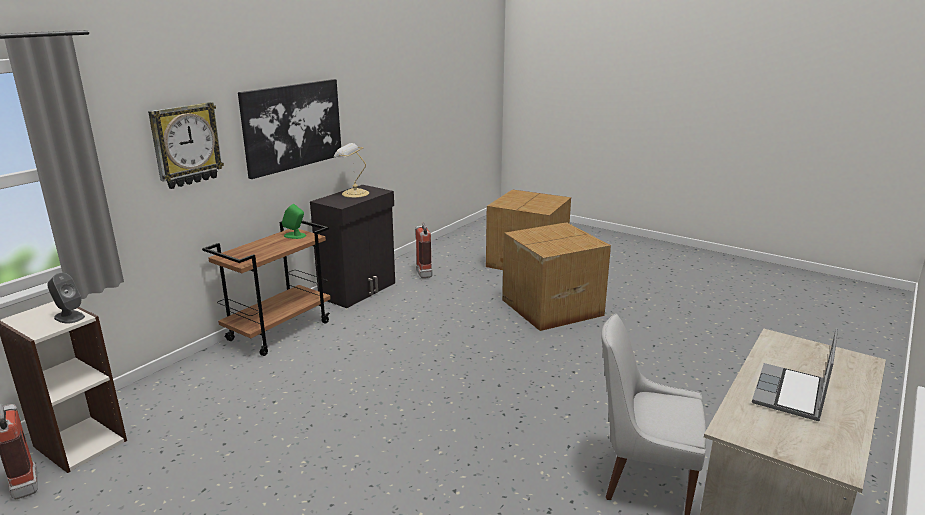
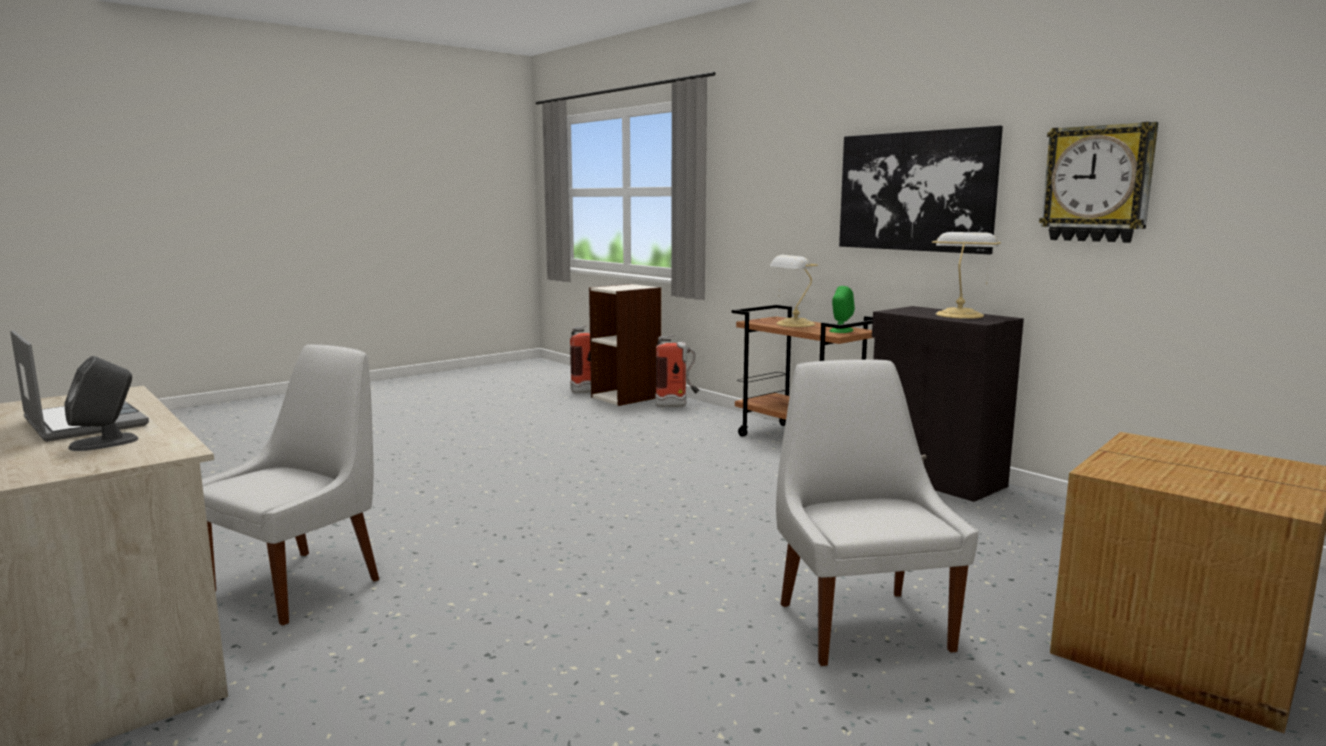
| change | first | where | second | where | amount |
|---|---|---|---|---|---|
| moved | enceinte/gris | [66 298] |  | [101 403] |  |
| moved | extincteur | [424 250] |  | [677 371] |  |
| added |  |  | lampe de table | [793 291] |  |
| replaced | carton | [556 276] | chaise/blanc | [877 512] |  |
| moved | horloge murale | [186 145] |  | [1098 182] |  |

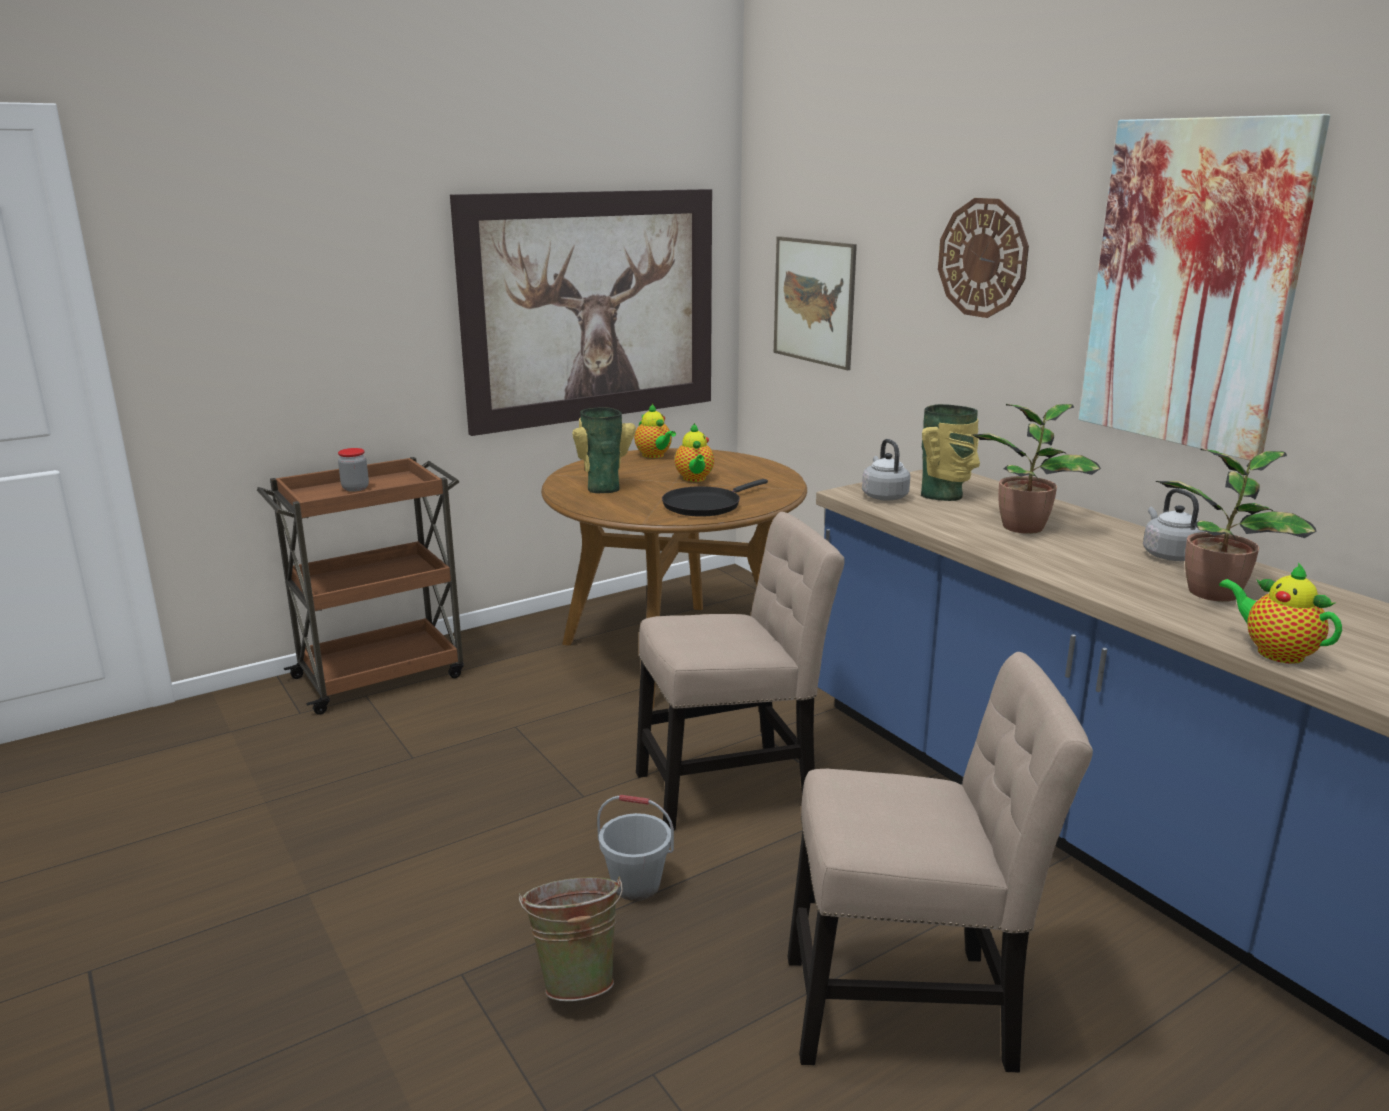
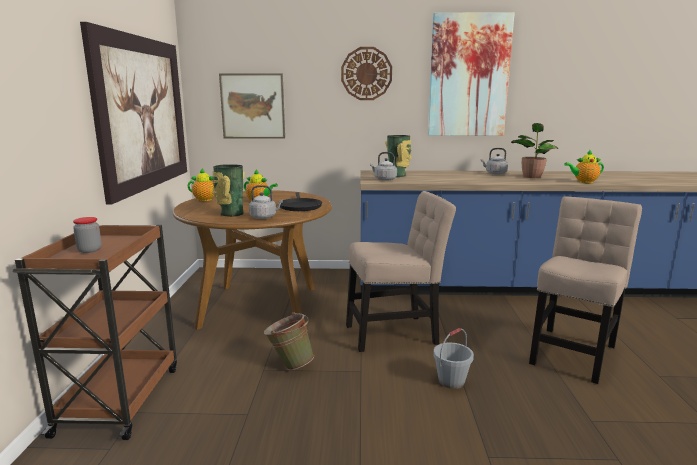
| change | first | where | second | where | amount |
|---|---|---|---|---|---|
| added |  |  | bouilloire/gris | [266 202] |  |
| moved | seau/vert | [571 938] |  | [289 341] |  |
| turned | chaise/beige | [740 671] |  | [401 271] | 60 degrees clockwise |
| removed | plante en pot | [1036 469] |  |  |  |

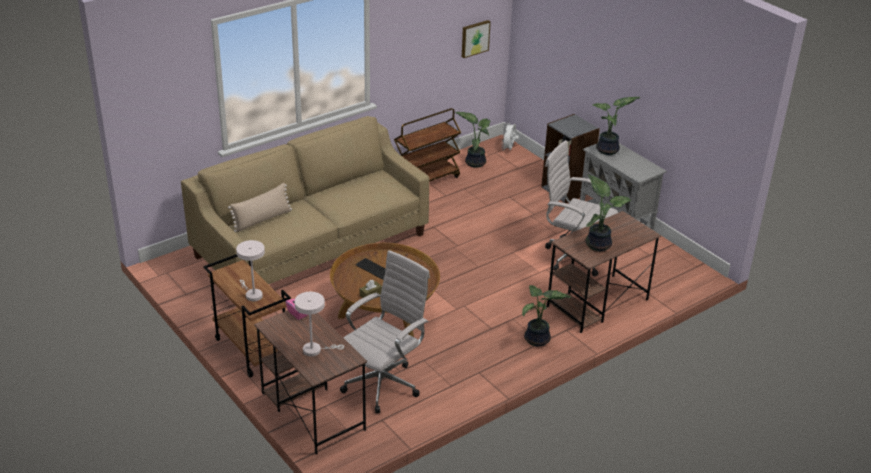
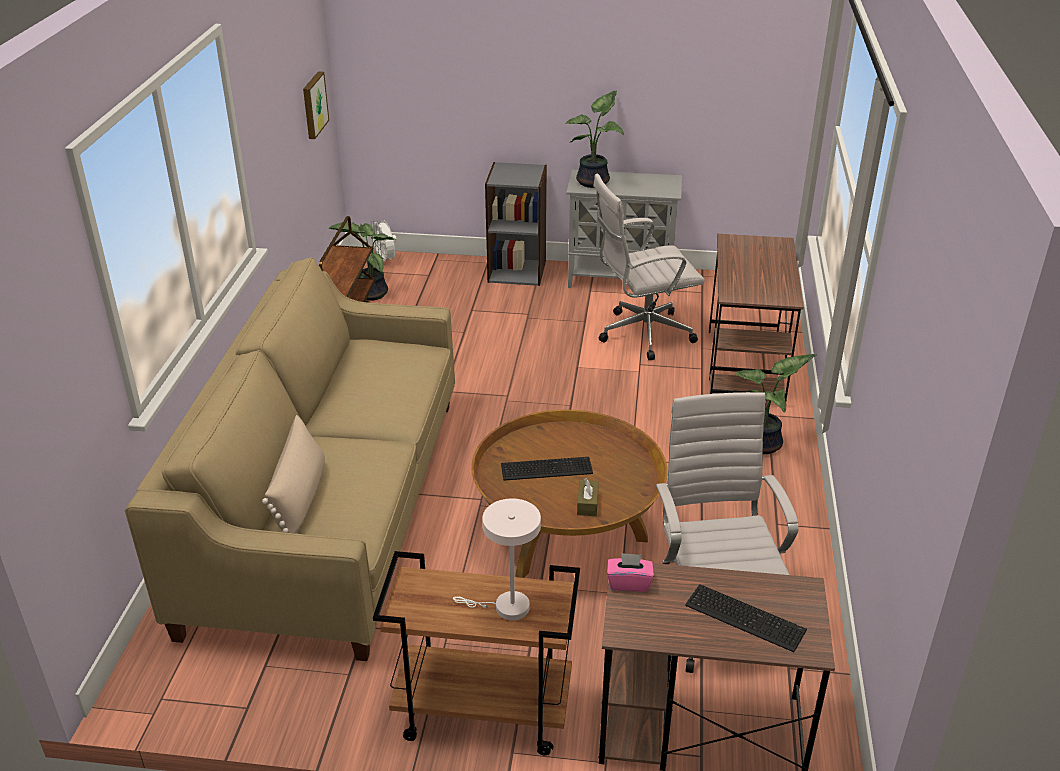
| change | first | where | second | where | amount |
|---|---|---|---|---|---|
| replaced | lampe de table/blanc | [319 324] | clavier | [746 618] |  |
| removed | plante en pot | [608 213] |  |  |  |

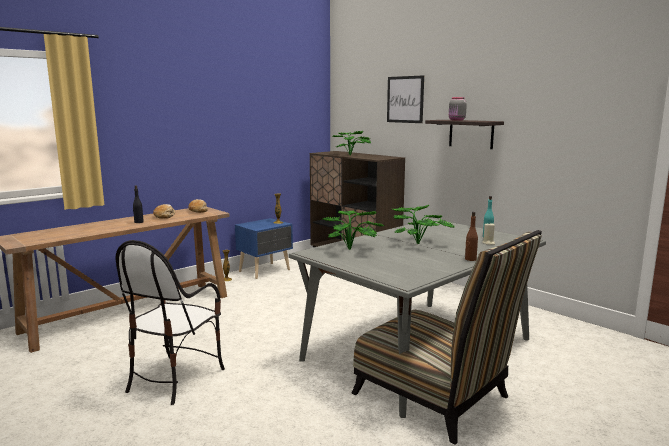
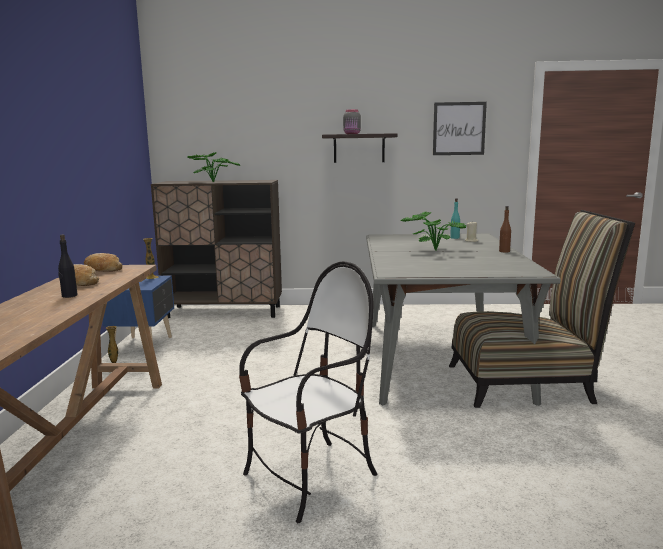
| change | first | where | second | where | amount |
|---|---|---|---|---|---|
| turned | chaise | [170 322] |  | [308 392] | 105 degrees counterclockwise |
| moved | tableau | [405 99] |  | [460 128] |  |
| removed | plante en pot | [353 230] |  |  |  |

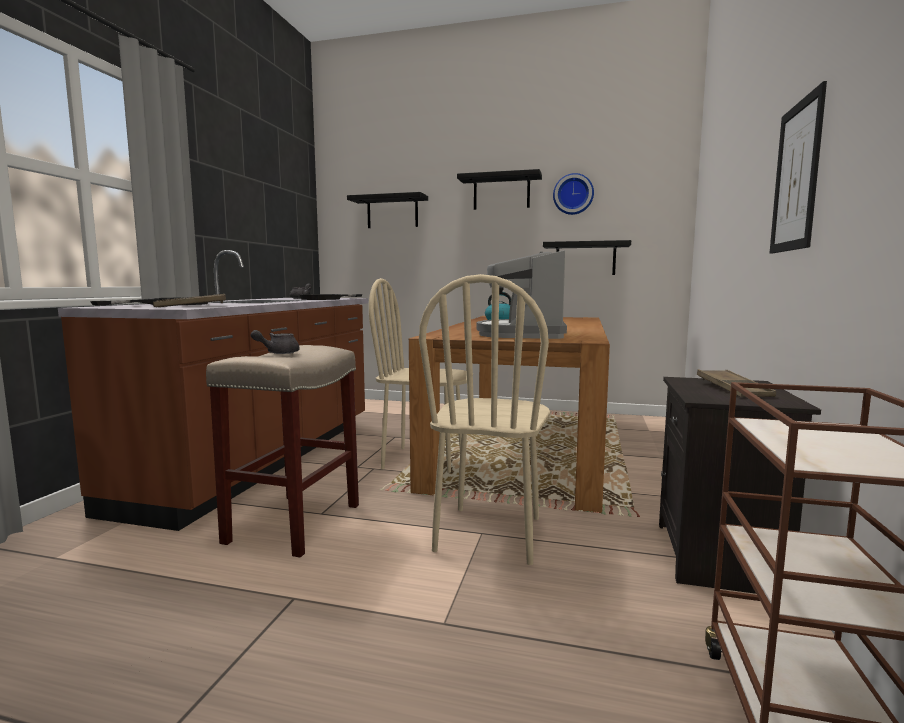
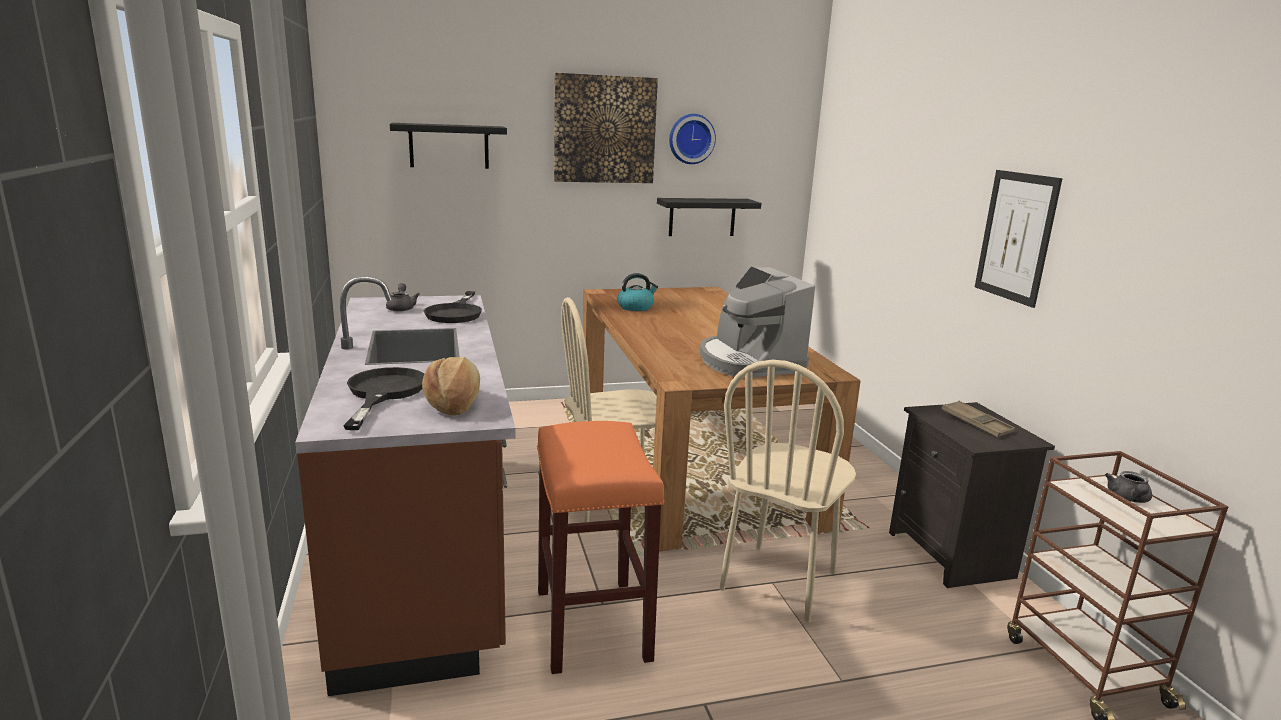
| change | first | where | second | where | amount |
|---|---|---|---|---|---|
| replaced | plateau/marron | [189 300] | pain | [451 386] |  |
| recoloured | tabouret/beige | [282 451] | tabouret/orange | [600 547] |  |
| replaced | étagère/noir | [499 189] | tableau | [606 128] |  |
| turned | chaise/beige | [484 419] |  | [788 491] | 45 degrees clockwise |
| moved | théière/gris | [275 342] |  | [1128 487] |  |

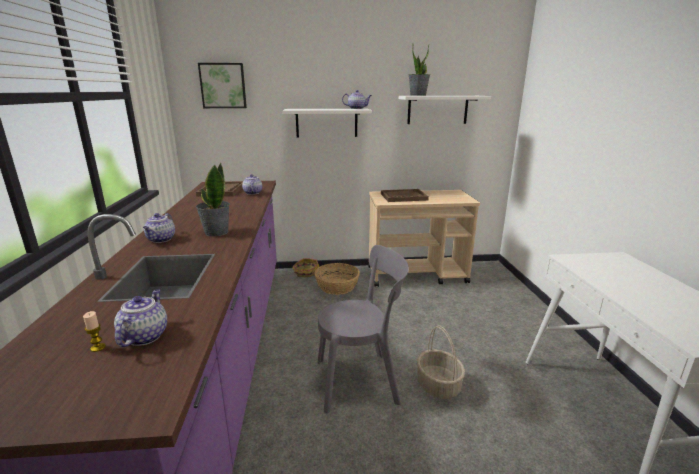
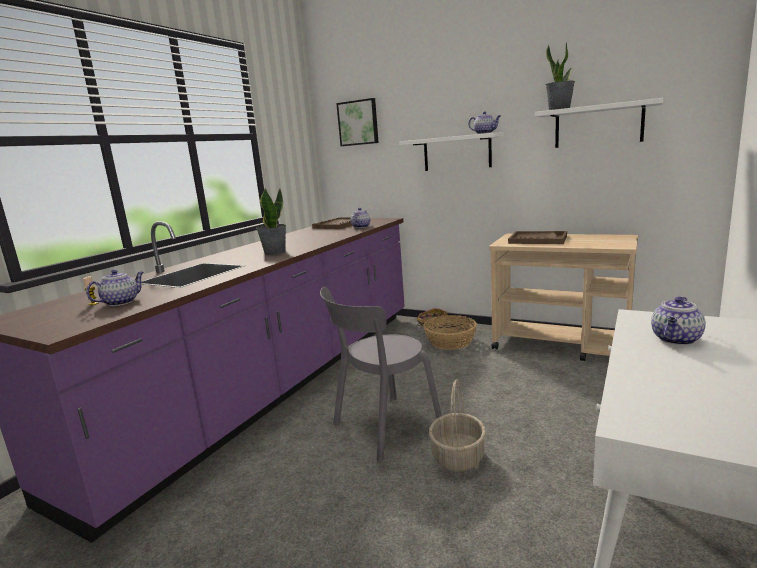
| change | first | where | second | where | amount |
|---|---|---|---|---|---|
| turned | chaise/gris | [363 329] |  | [381 374] | 120 degrees clockwise |
| moved | théière | [159 228] |  | [678 321] |  |

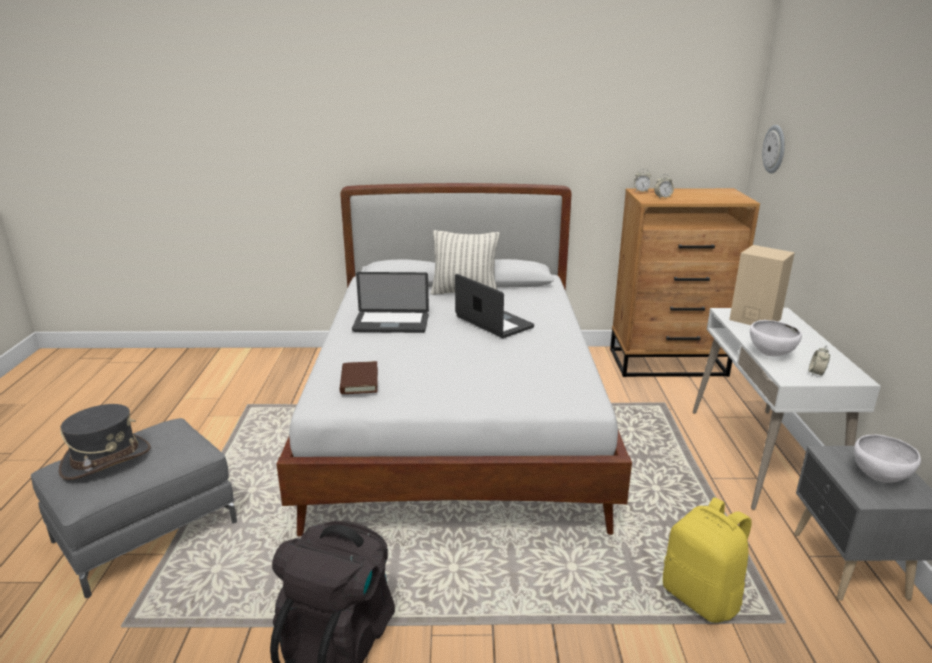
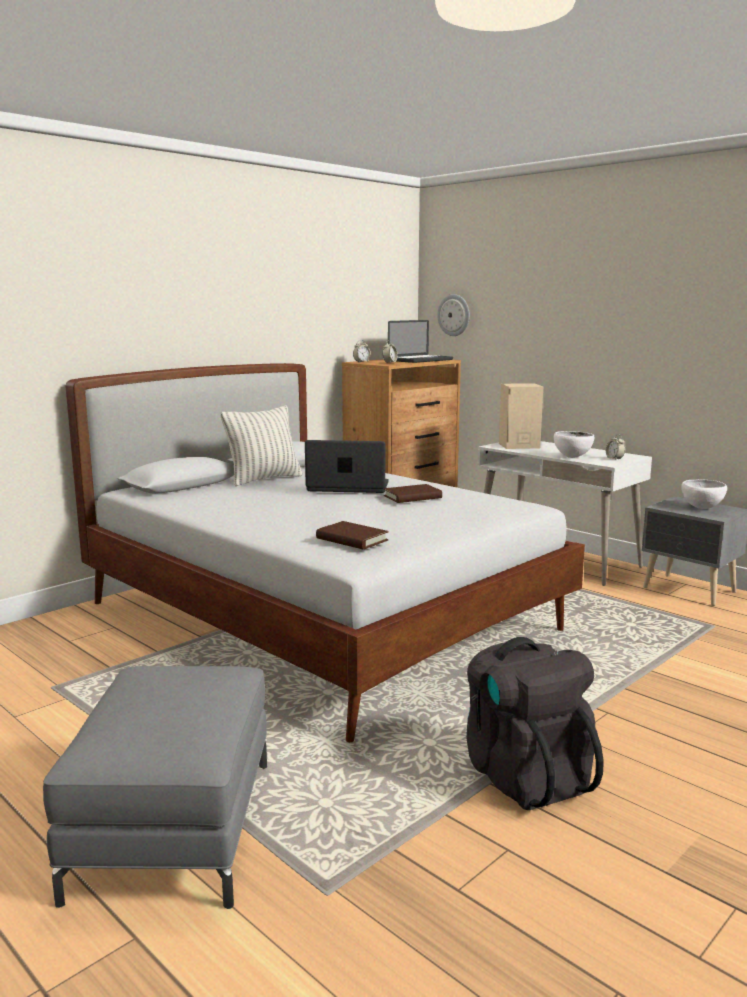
| change | first | where | second | where | amount |
|---|---|---|---|---|---|
| added |  |  | livre/marron | [413 493] |  |
| moved | ordinateur portable | [390 302] |  | [420 341] |  |
| removed | chapeau/gris | [105 442] |  |  |  |
| removed | sac à dos/jaune | [707 560] |  |  |  |

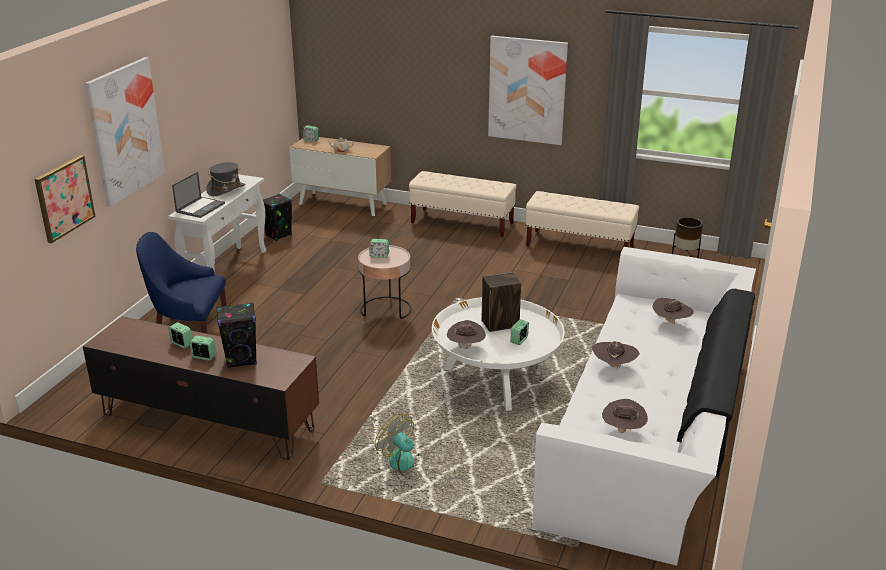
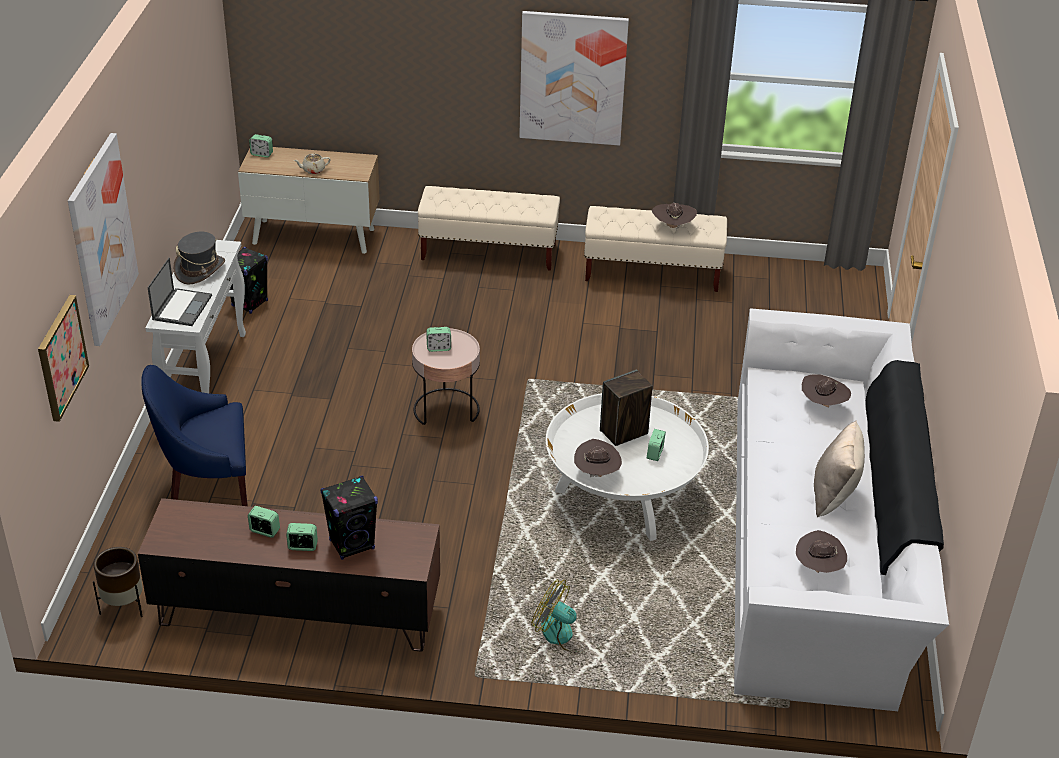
| change | first | where | second | where | amount |
|---|---|---|---|---|---|
| moved | cache-pot/marron | [687 237] |  | [118 582] |  |
| moved | chapeau/marron | [616 356] |  | [674 217] |  |
| added |  |  | coussin/beige | [839 469] |  |

